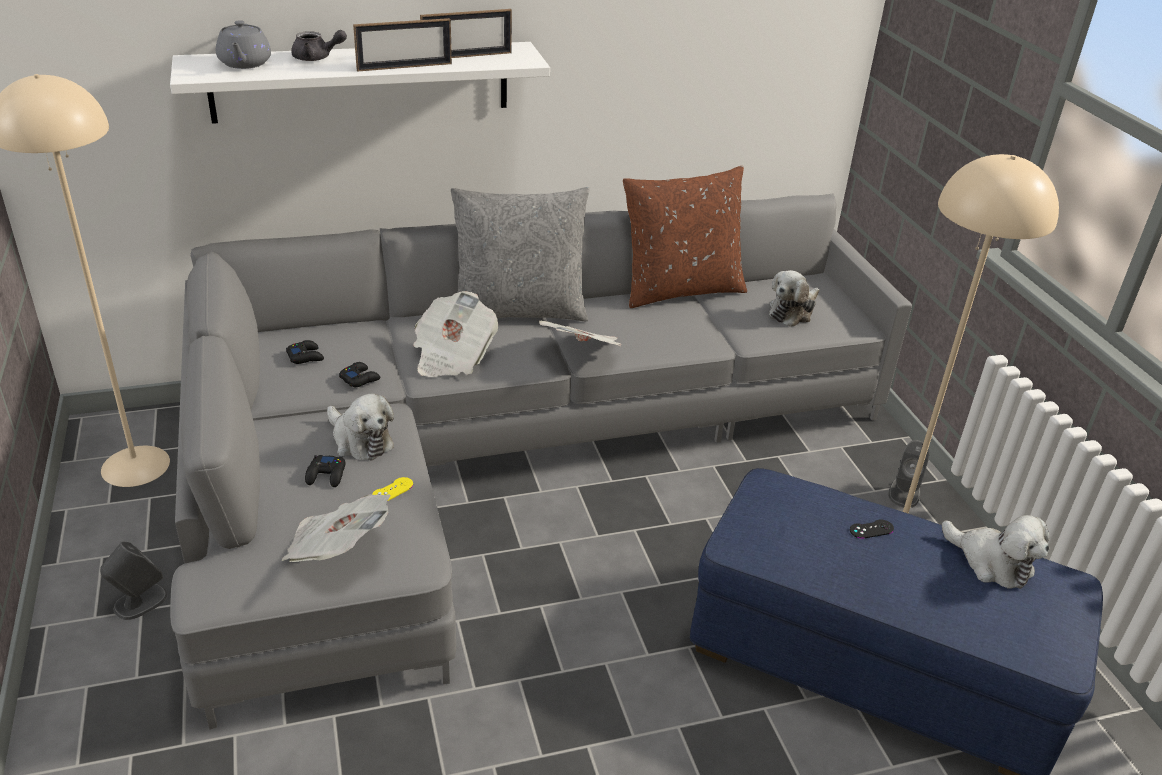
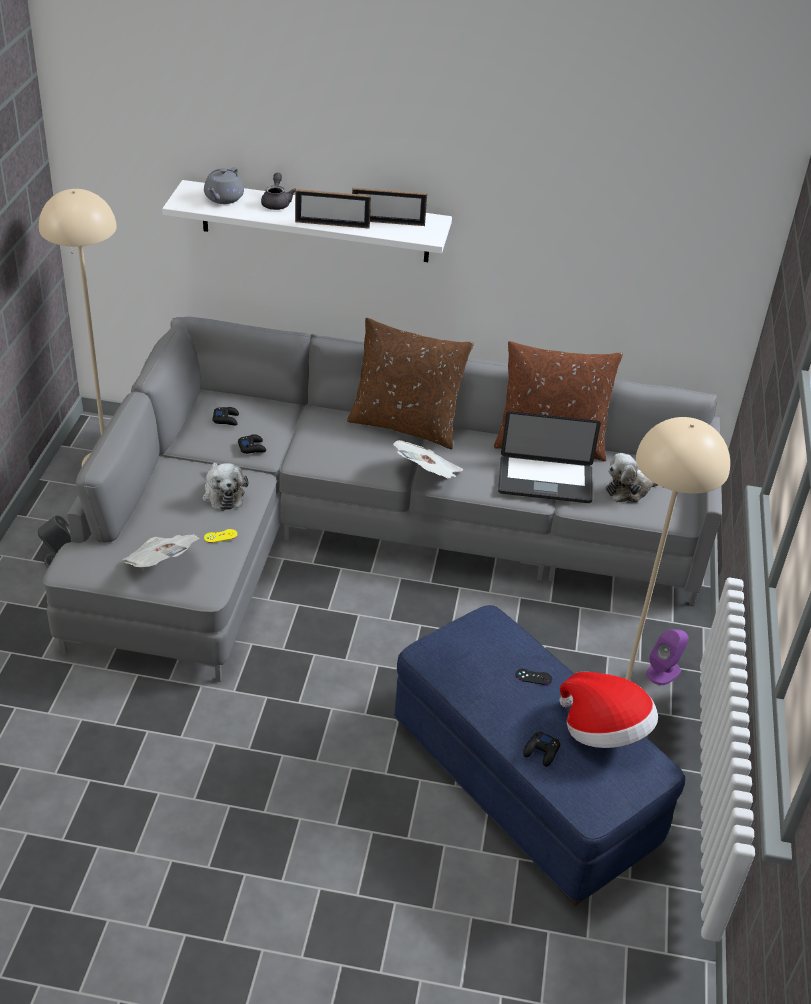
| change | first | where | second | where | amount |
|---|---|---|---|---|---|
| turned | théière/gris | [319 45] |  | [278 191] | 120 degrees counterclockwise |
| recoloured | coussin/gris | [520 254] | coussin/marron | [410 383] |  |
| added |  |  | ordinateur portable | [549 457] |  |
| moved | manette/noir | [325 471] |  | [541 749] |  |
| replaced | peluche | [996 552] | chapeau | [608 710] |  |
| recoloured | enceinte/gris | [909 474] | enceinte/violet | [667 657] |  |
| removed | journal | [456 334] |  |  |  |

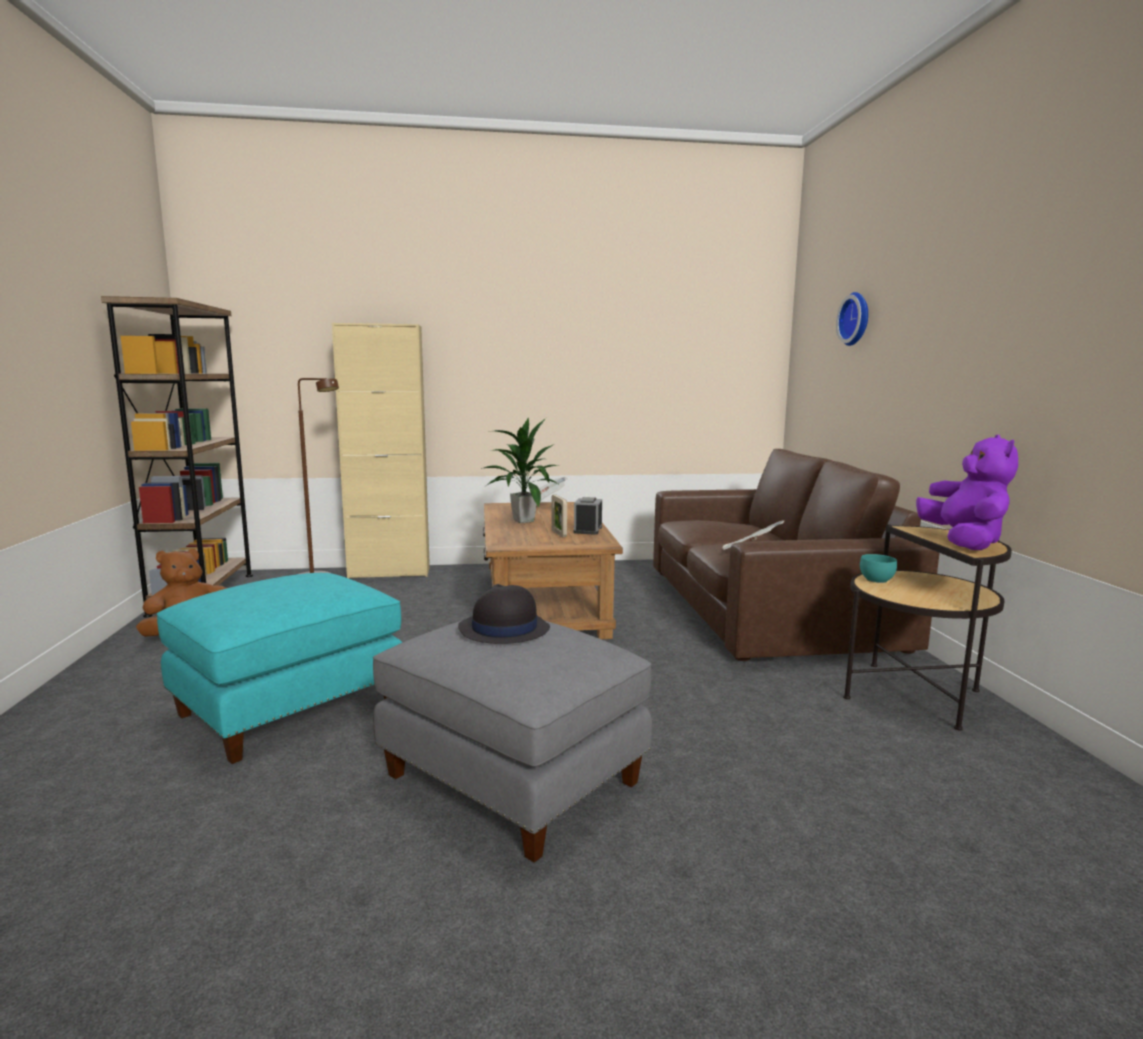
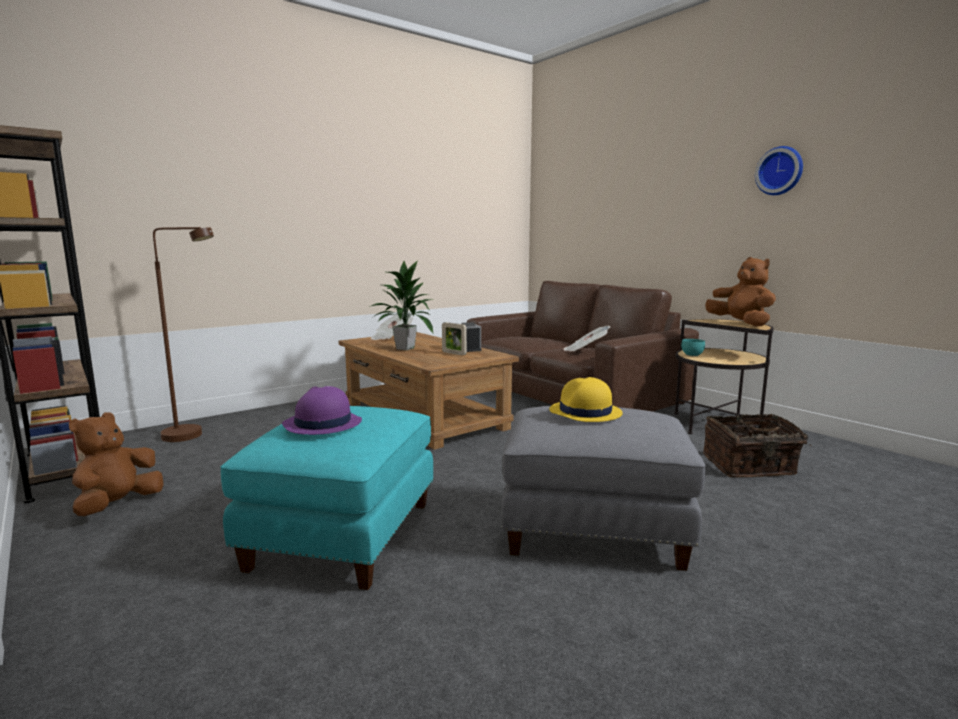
| change | first | where | second | where | amount |
|---|---|---|---|---|---|
| added |  |  | chapeau/violet | [322 410] |  |
| recoloured | chapeau/noir | [504 614] | chapeau/jaune | [586 399] |  |
| added |  |  | panier | [757 446] |  |
| recoloured | peluche/violet | [967 492] | peluche/marron | [740 292] |  |
| moved | horloge murale | [852 319] |  | [779 170] |  |
| removed | meuble de rangement/beige | [381 451] |  |  |  |

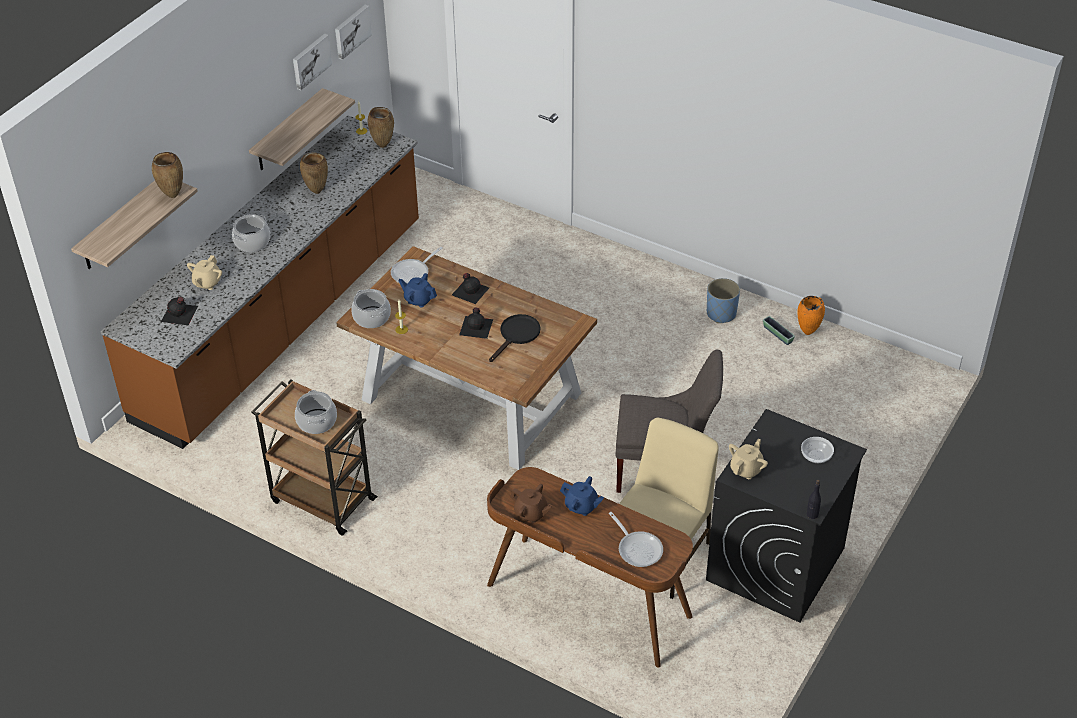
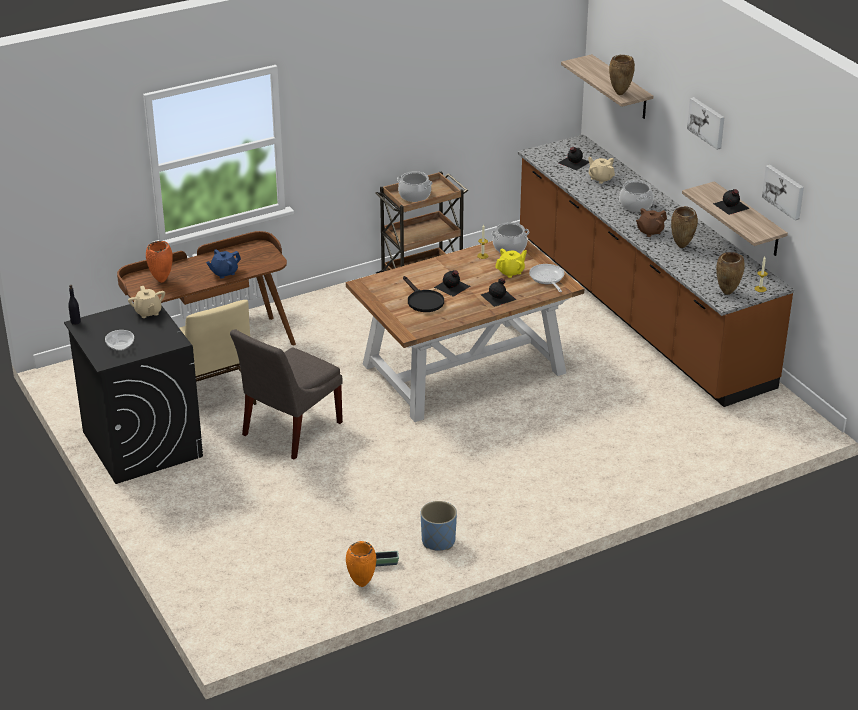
| change | first | where | second | where | amount |
|---|---|---|---|---|---|
| replaced | poêle | [636 539] | vase/orange | [159 262] |  |
| recoloured | théière/bleu | [417 290] | théière/jaune | [511 263] |  |
| moved | théière/marron | [531 503] |  | [651 222] |  |
| moved | tableau | [353 32] |  | [706 123] |  |
| added |  |  | bouteille/noir | [731 202] |  |

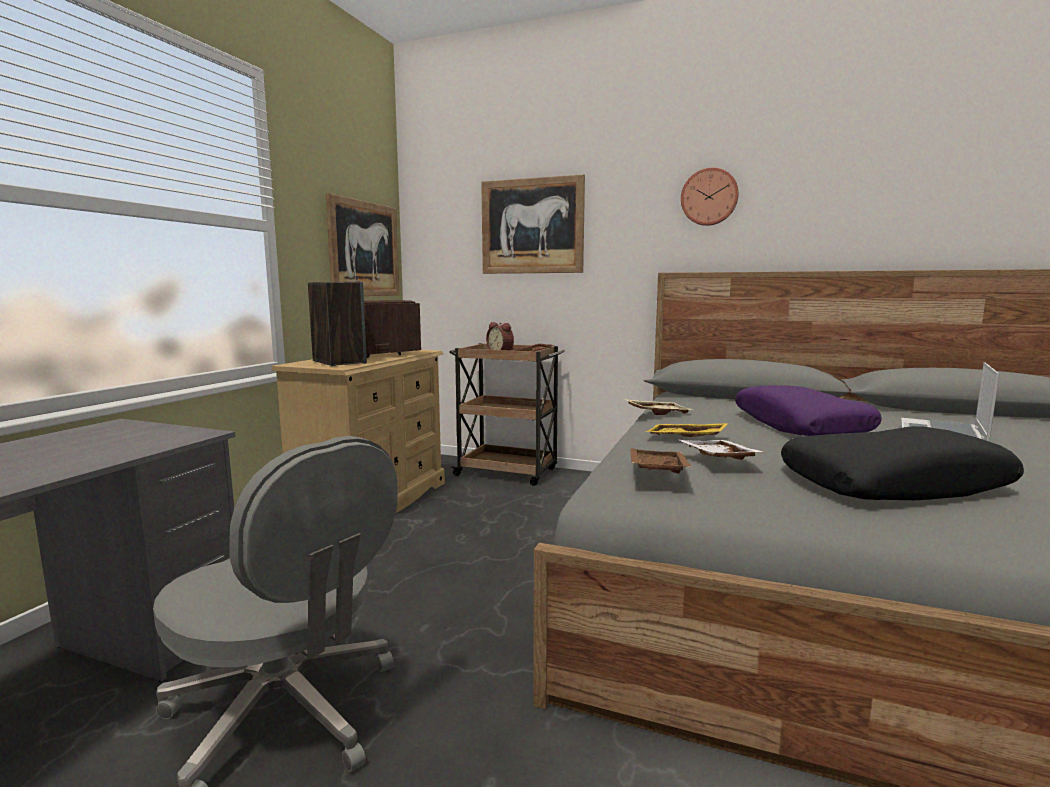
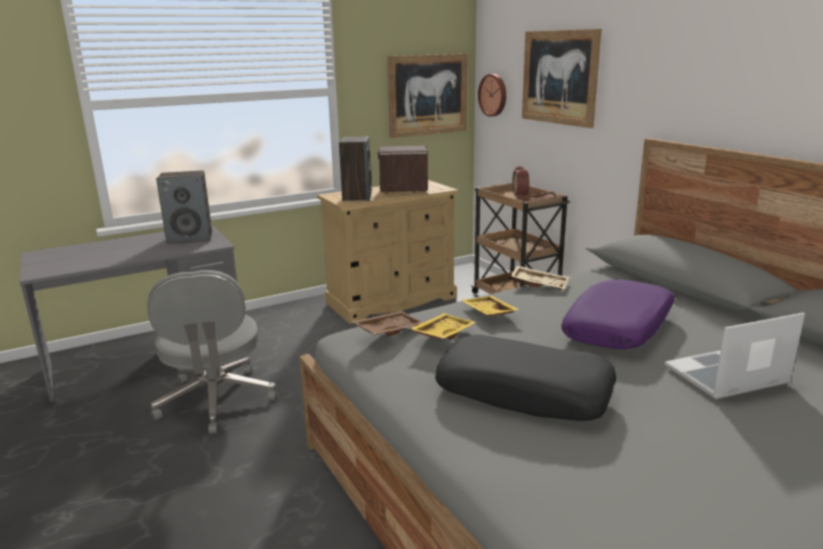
| change | first | where | second | where | amount |
|---|---|---|---|---|---|
| added |  |  | enceinte | [184 207] |  |
| recoloured | plateau/blanc | [721 450] | plateau/jaune | [443 326] |  |
| moved | horloge murale | [710 196] |  | [492 95] |  |

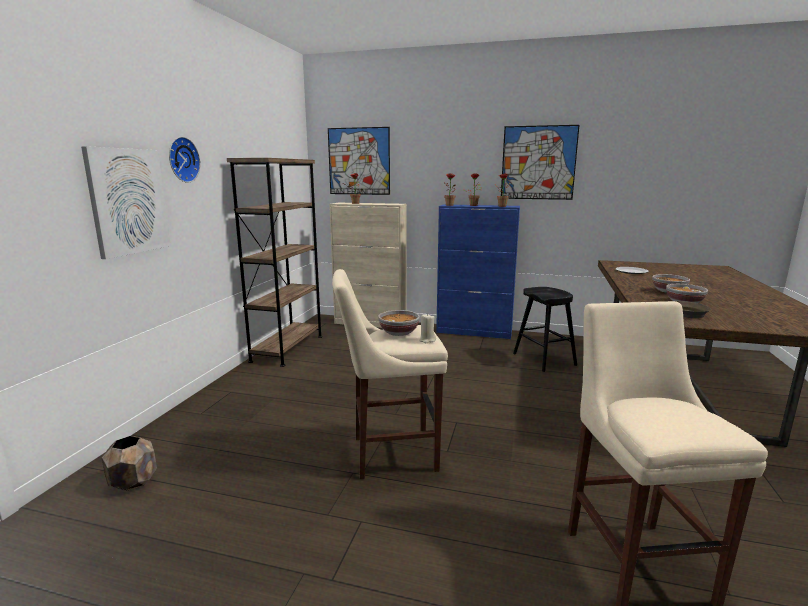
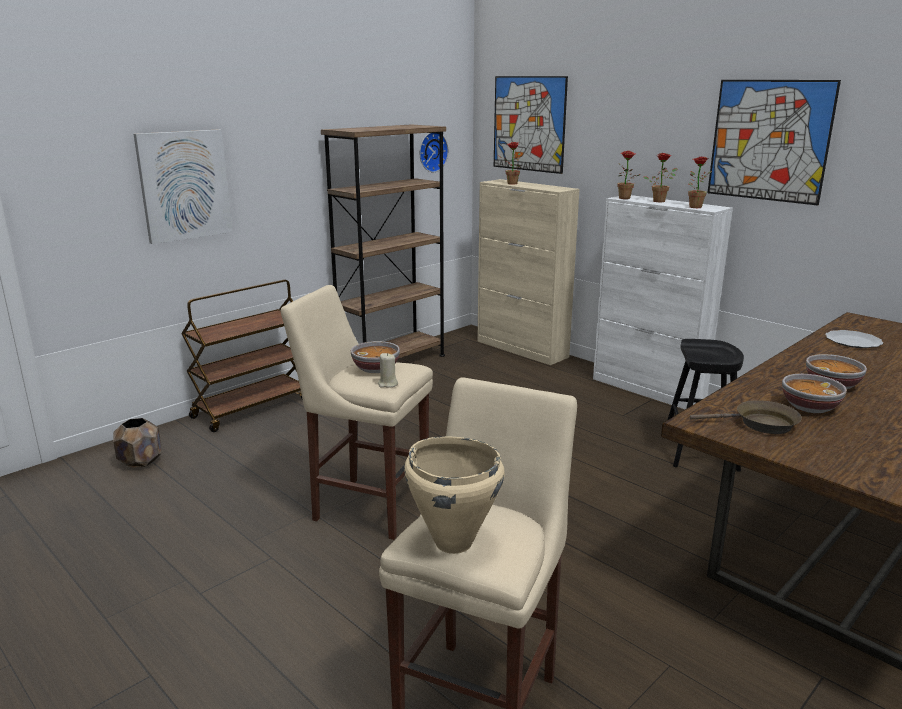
| change | first | where | second | where | amount |
|---|---|---|---|---|---|
| added |  |  | chariot/marron | [242 356] |  |
| added |  |  | marmite/beige | [454 495] |  |
| moved | horloge murale | [184 160] |  | [434 152] |  |
| recoloured | meuble de rangement/bleu | [478 271] | meuble de rangement/blanc | [663 302] |  |

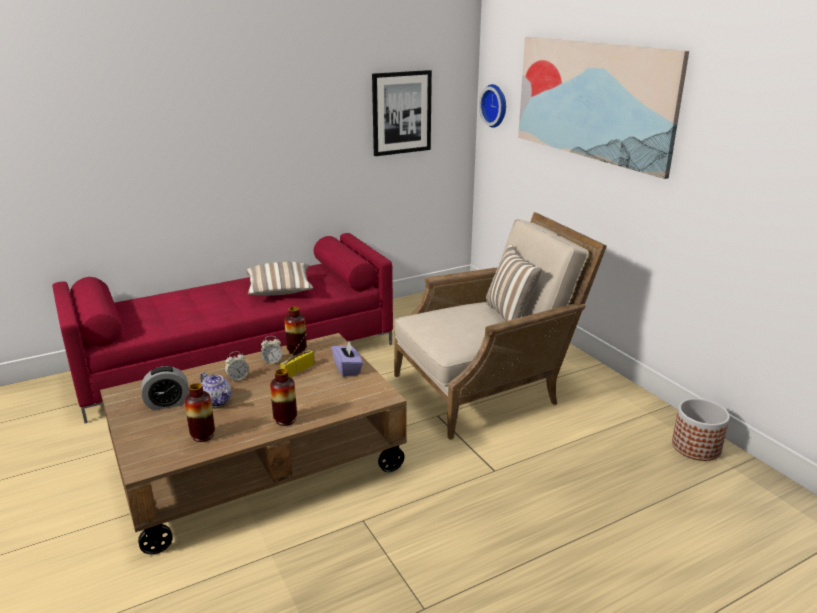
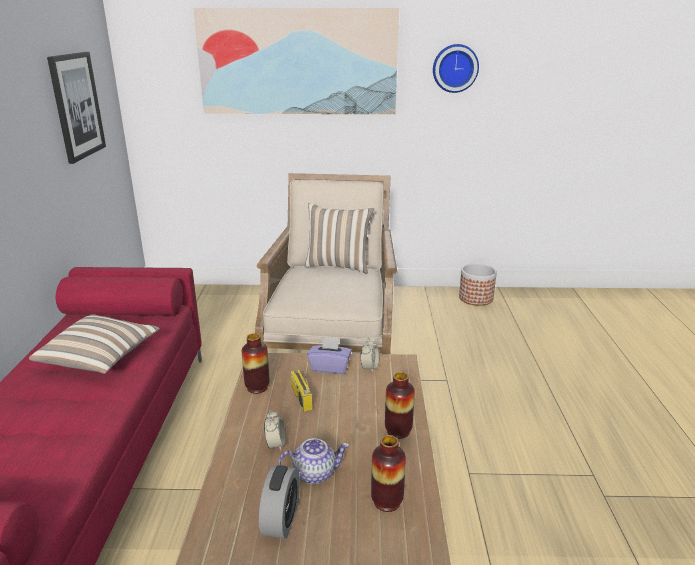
| change | first | where | second | where | amount |
|---|---|---|---|---|---|
| moved | réveil | [271 350] |  | [370 355] |  |
| moved | horloge murale | [492 106] |  | [456 68] |  |

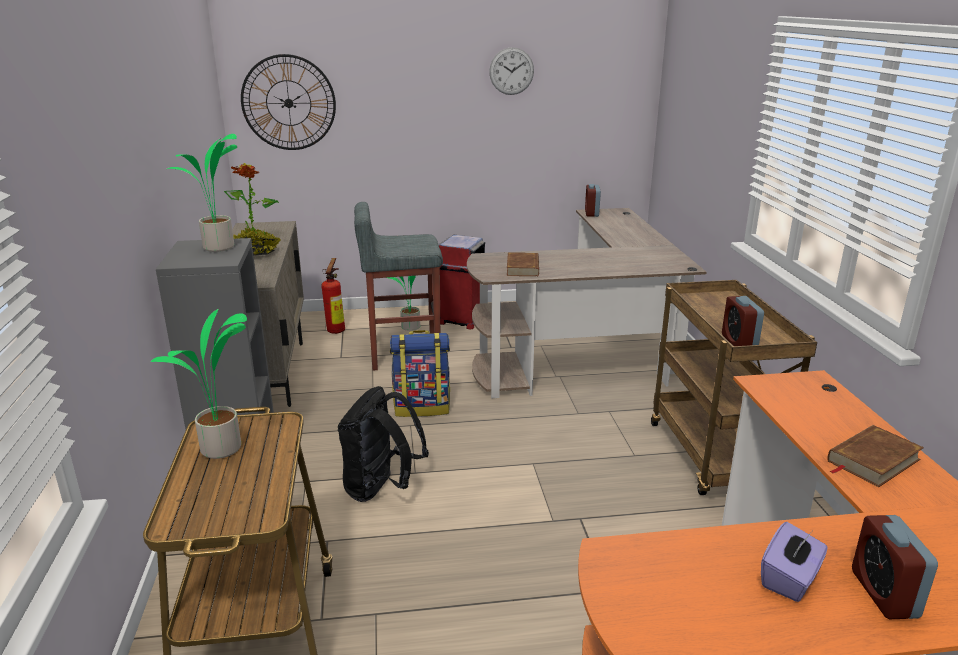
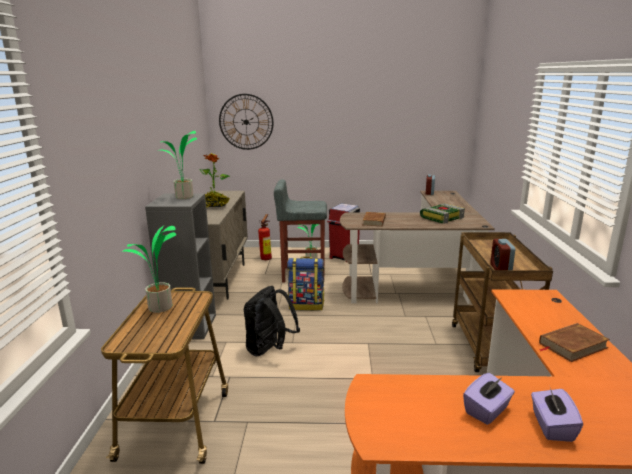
| change | first | where | second | where | amount |
|---|---|---|---|---|---|
| added |  |  | livre | [442 213] |  |
| replaced | réveil | [895 567] | boîte à mouchoirs/violet | [557 415] |  |
| removed | horloge murale | [511 71] |  |  |  |

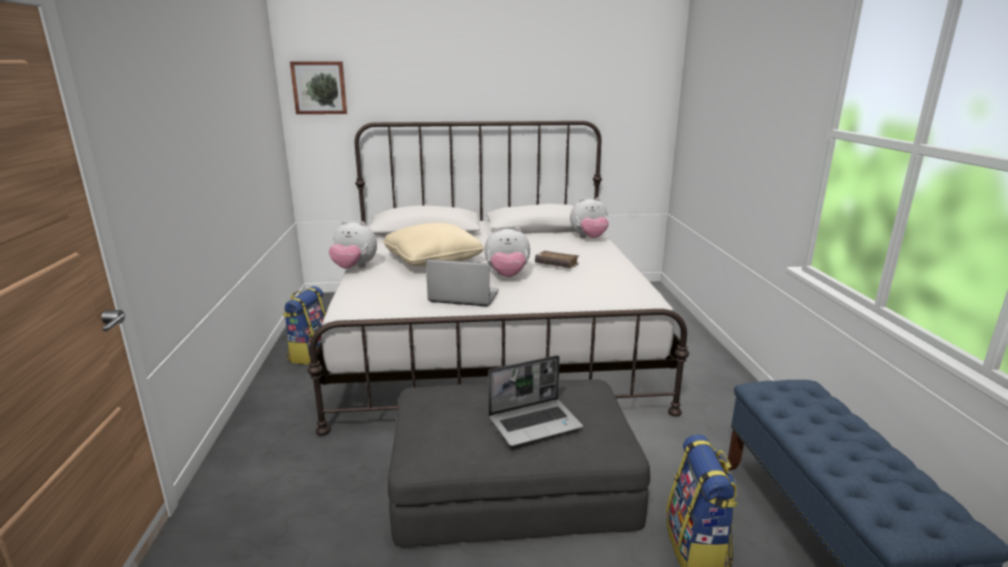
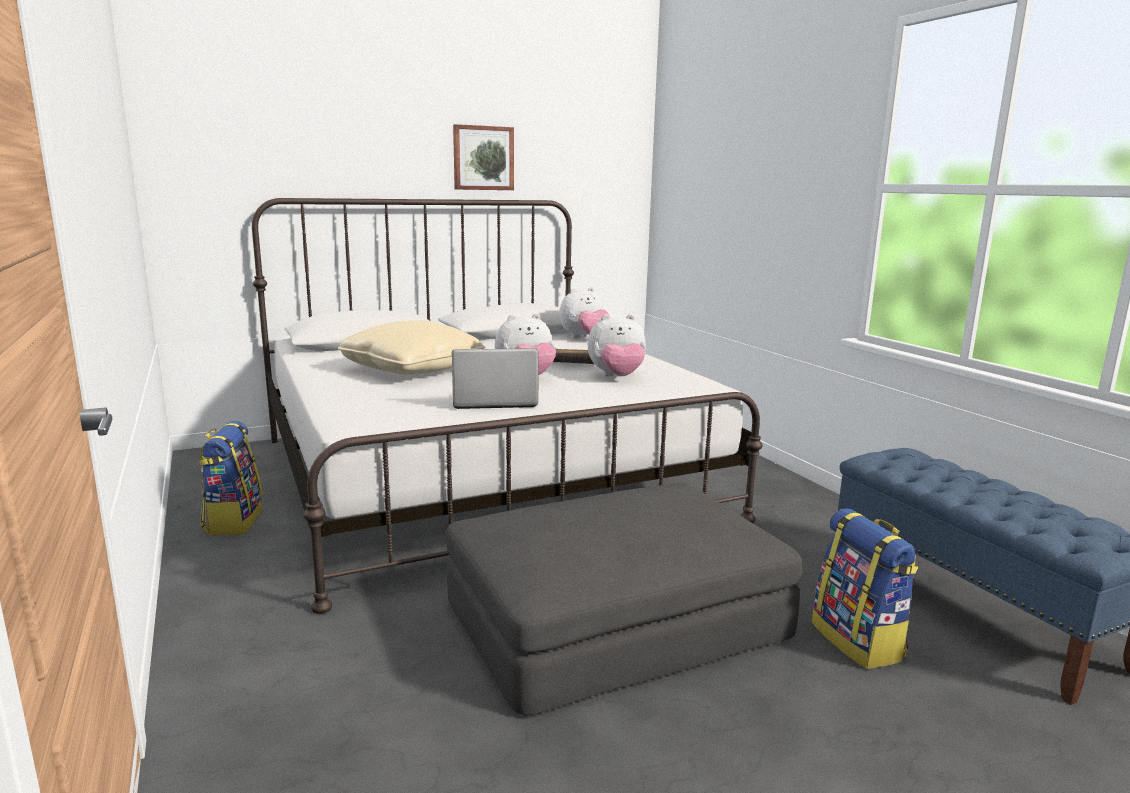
| change | first | where | second | where | amount |
|---|---|---|---|---|---|
| moved | tableau | [318 87] |  | [483 157] |  |
| moved | peluche | [353 244] |  | [617 345] |  |
| removed | ordinateur portable | [535 400] |  |  |  |

